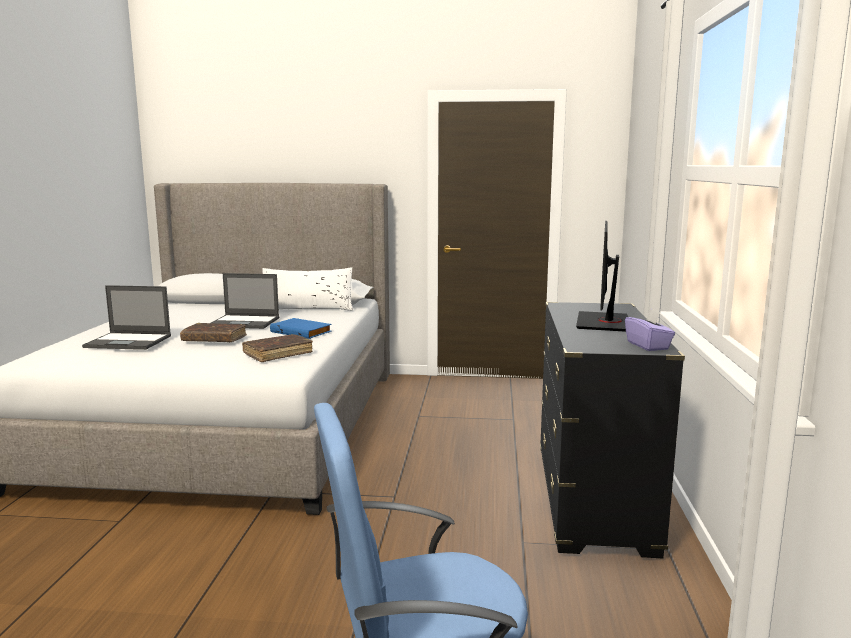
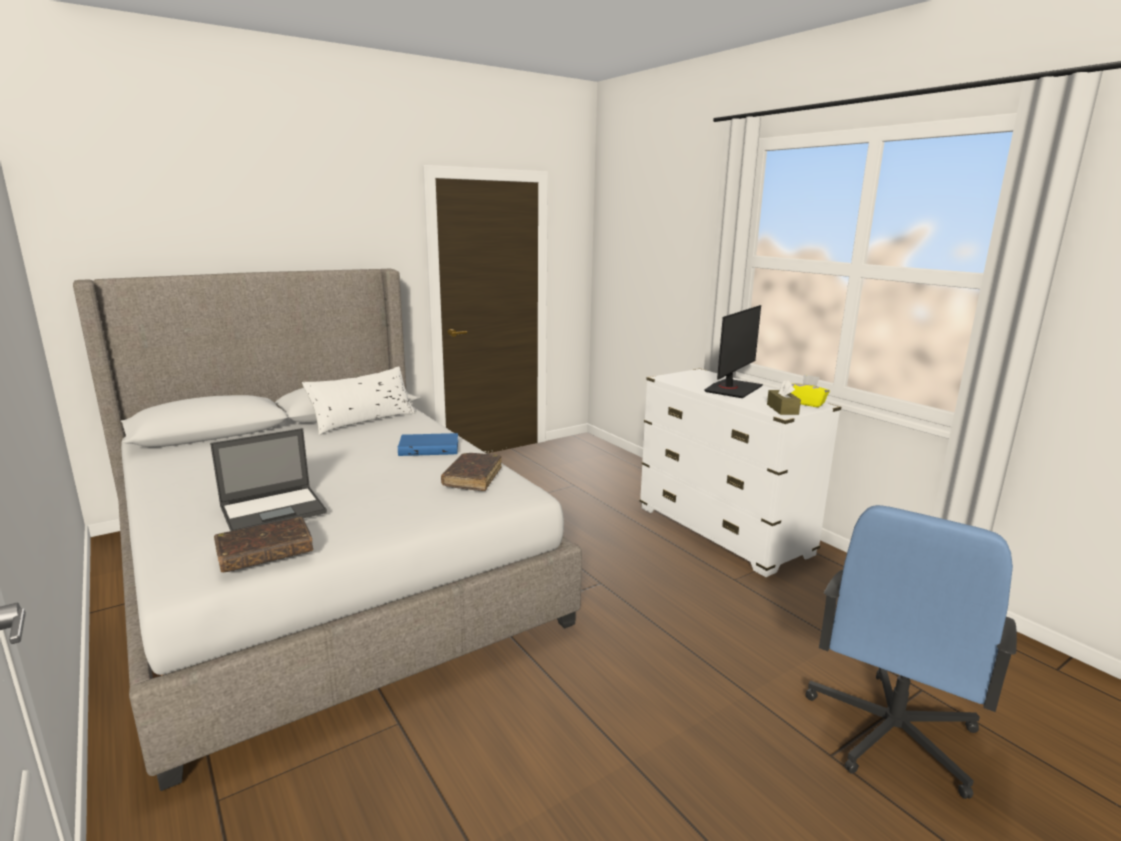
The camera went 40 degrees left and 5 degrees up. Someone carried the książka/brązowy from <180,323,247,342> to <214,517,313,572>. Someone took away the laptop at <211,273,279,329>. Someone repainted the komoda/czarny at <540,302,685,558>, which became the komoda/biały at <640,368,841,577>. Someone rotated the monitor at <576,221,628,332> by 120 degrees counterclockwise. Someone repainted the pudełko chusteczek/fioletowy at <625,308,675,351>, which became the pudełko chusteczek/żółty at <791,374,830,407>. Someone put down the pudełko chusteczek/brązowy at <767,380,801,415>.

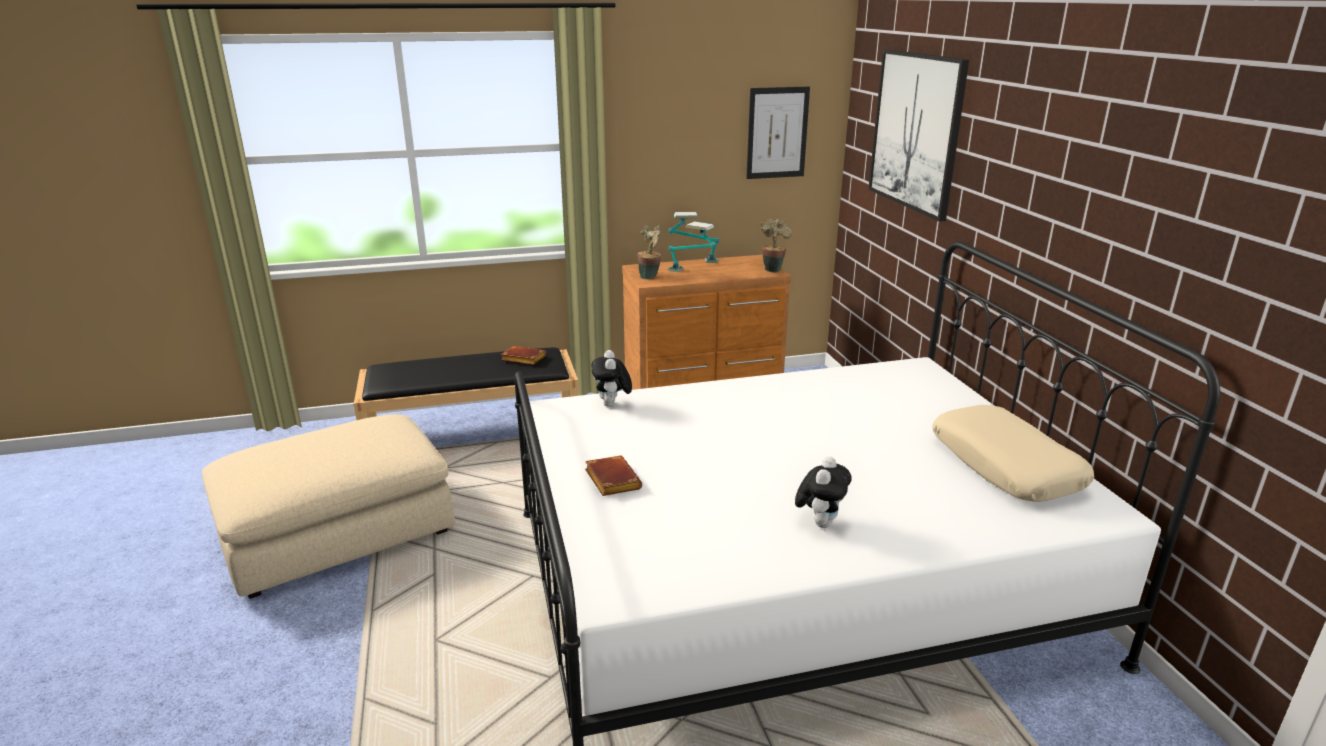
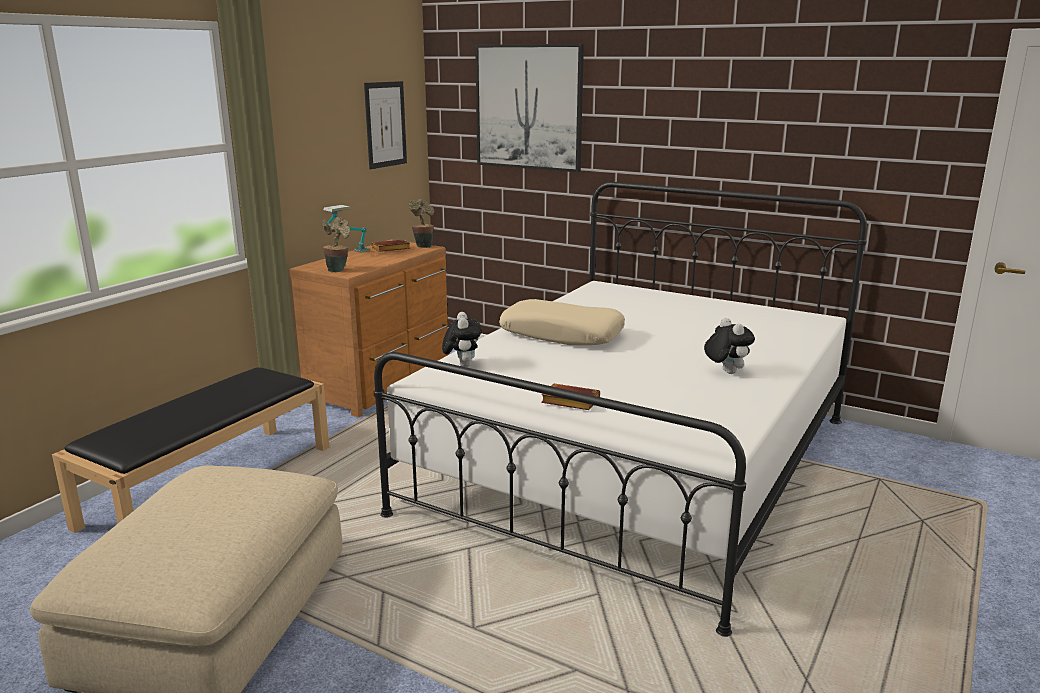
The camera went 45 degrees left and 5 degrees down. Someone carried the książka/brązowy from <501,346,546,365> to <372,240,410,252>. Someone rotated the pluszak at <591,350,632,407> by 135 degrees counterclockwise. Someone took away the lampa stołowa at <668,221,717,272>. Someone carried the poduszka/beżowy from <932,405,1094,502> to <499,299,625,345>.

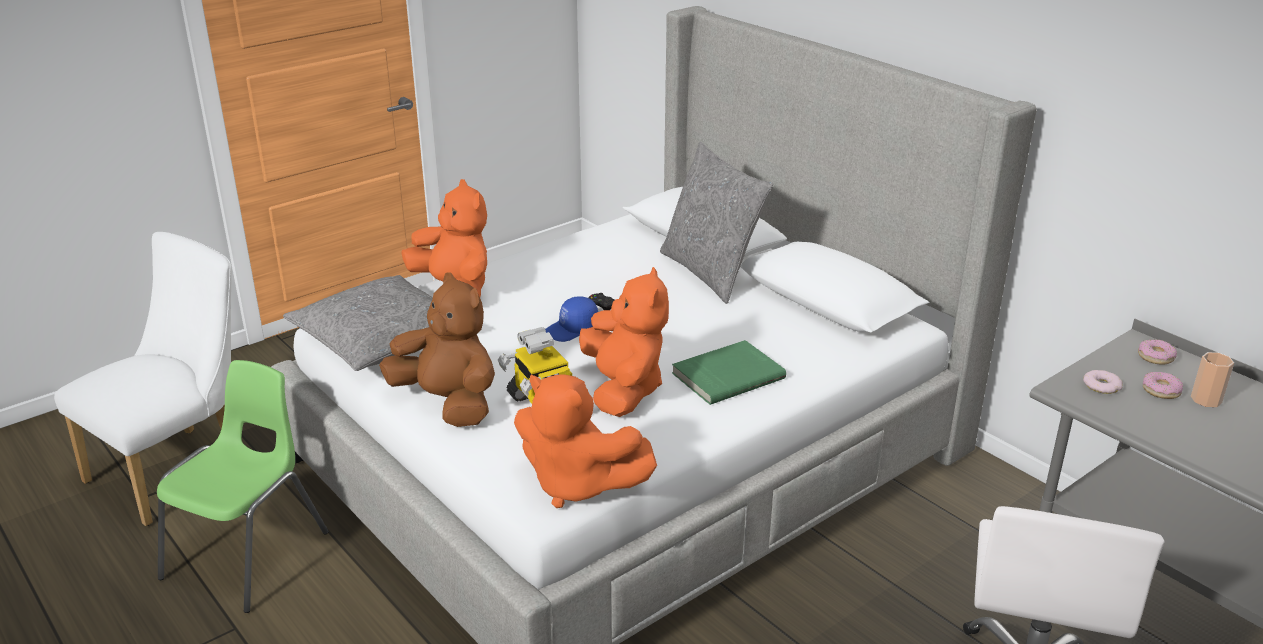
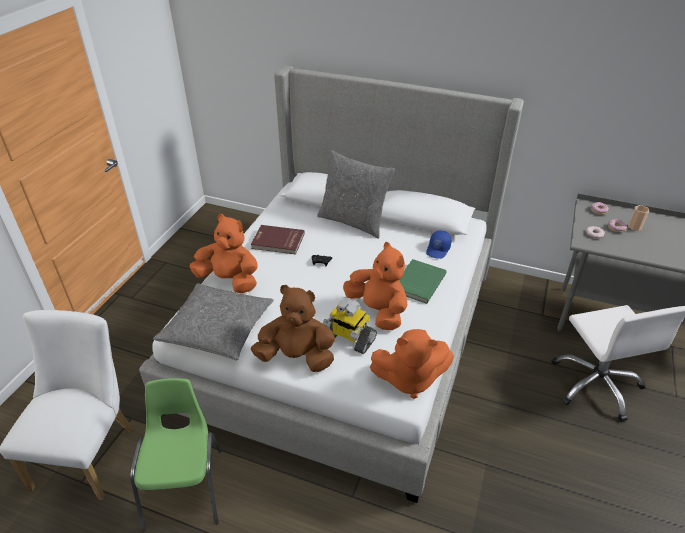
The camera went 30 degrees left and 10 degrees up. Someone carried the czapka z daszkiem/niebieski from <545,296,598,342> to <426,231,451,259>. Someone put down the książka/czerwony at <251,225,305,255>.

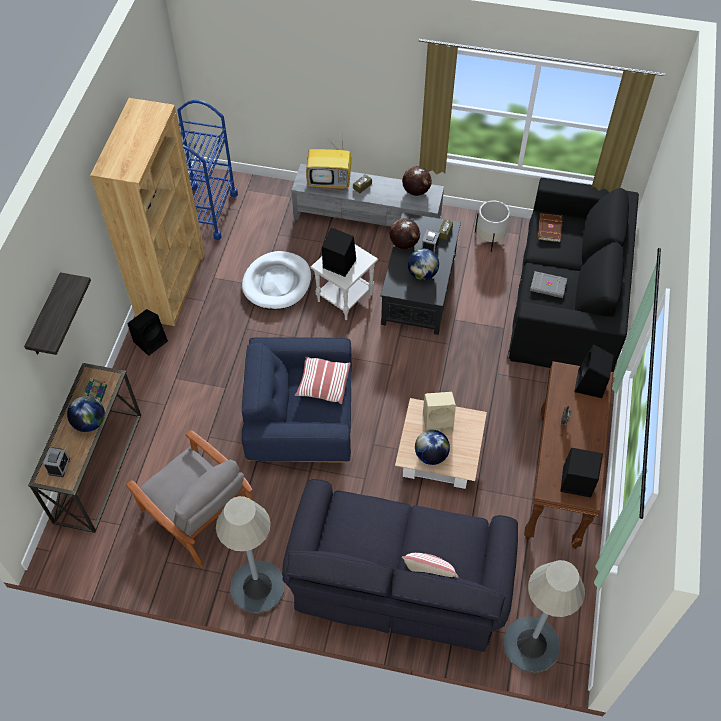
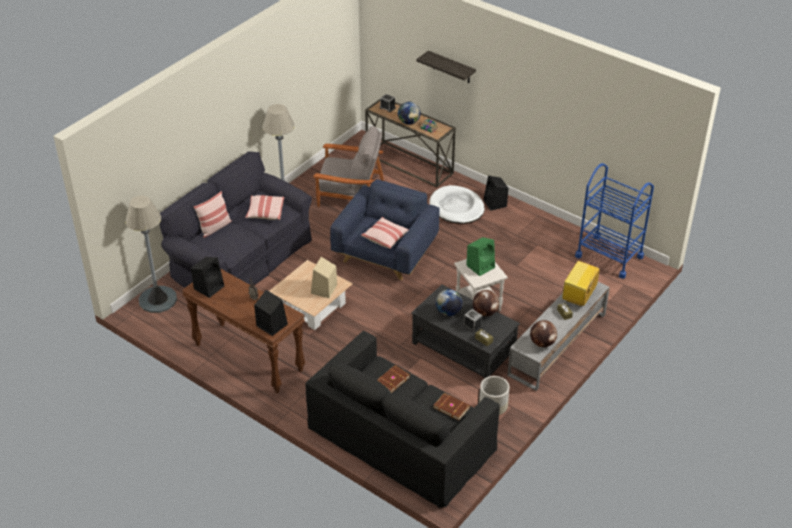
The camera went 115 degrees right and 15 degrees down. Someone took away the regał/brązowy at <90,98,205,326>. Someone rotated the fotel/szary at <126,430,253,568> by 150 degrees counterclockwise. Someone carried the legowisko/biały from <242,251,311,310> to <429,185,485,224>. Someone repainted the głośnik/czarny at <322,228,356,277>, which became the głośnik/zielony at <466,237,495,276>. Someone took away the globus at <415,430,450,465>. Someone repainted the książka/szary at <530,271,567,298>, which became the książka/brązowy at <377,365,410,393>. Someone put down the poduszka at <245,195,284,220>.

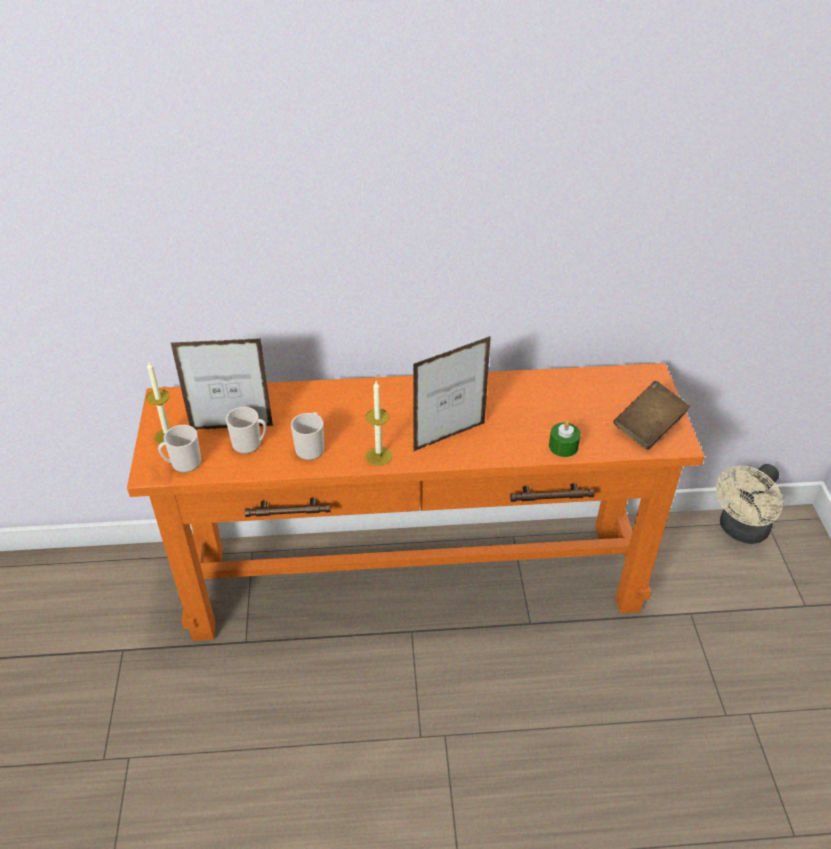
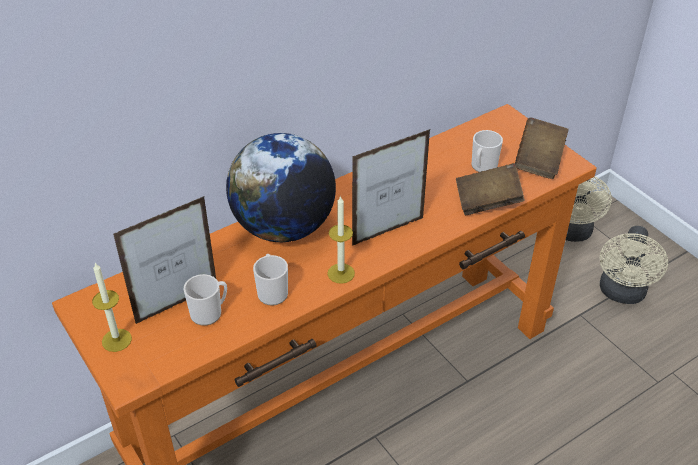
The camera went 30 degrees left and 0 degrees up. Someone carried the kubek from <158,425,201,473> to <471,130,503,172>. Someone rotated the ramka na zdjęcie at <413,336,491,451> by 150 degrees counterclockwise. Someone swapped the świeca/zielony at <549,420,581,457> for the książka/brązowy at <456,163,525,215>. Someone put down the globus at <226,133,336,242>. Someone put down the wentylator/beżowy at <600,226,668,304>.

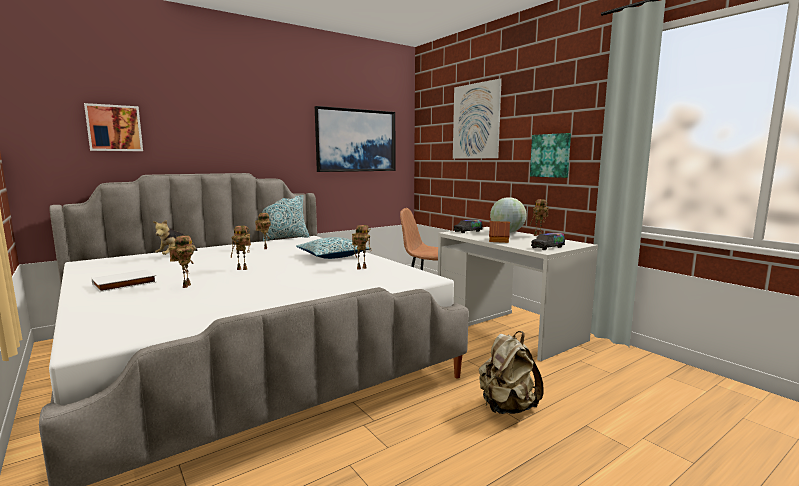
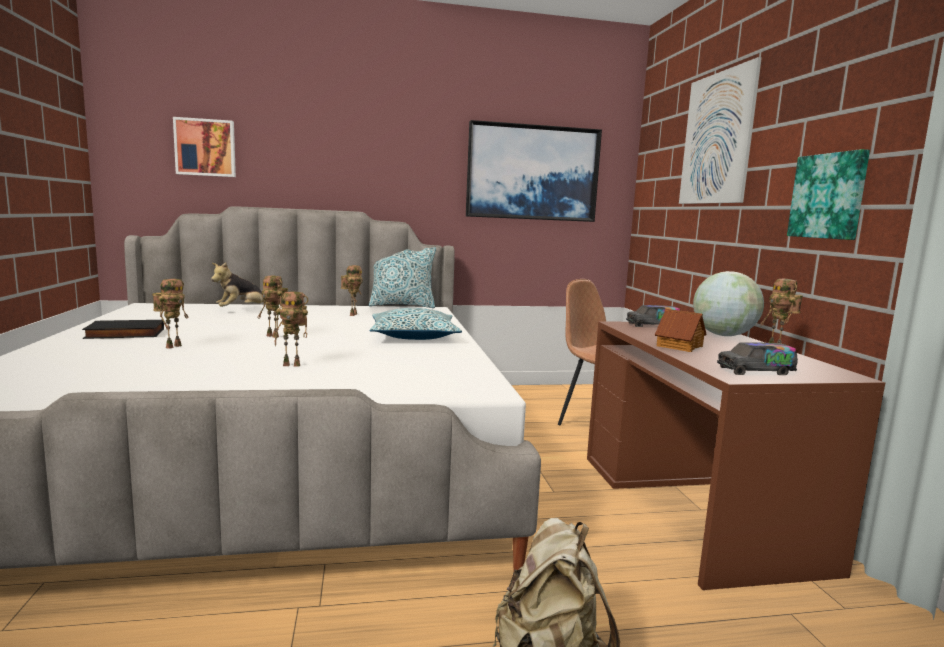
The camera went 25 degrees right and 0 degrees up. Someone repainted the książka/biały at <92,269,157,292>, which became the książka/czarny at <82,320,164,339>. Someone carried the robot zabawkowy from <352,225,372,270> to <275,292,308,367>. Someone repainted the biurko/biały at <438,227,598,361>, which became the biurko/brązowy at <587,321,885,590>.

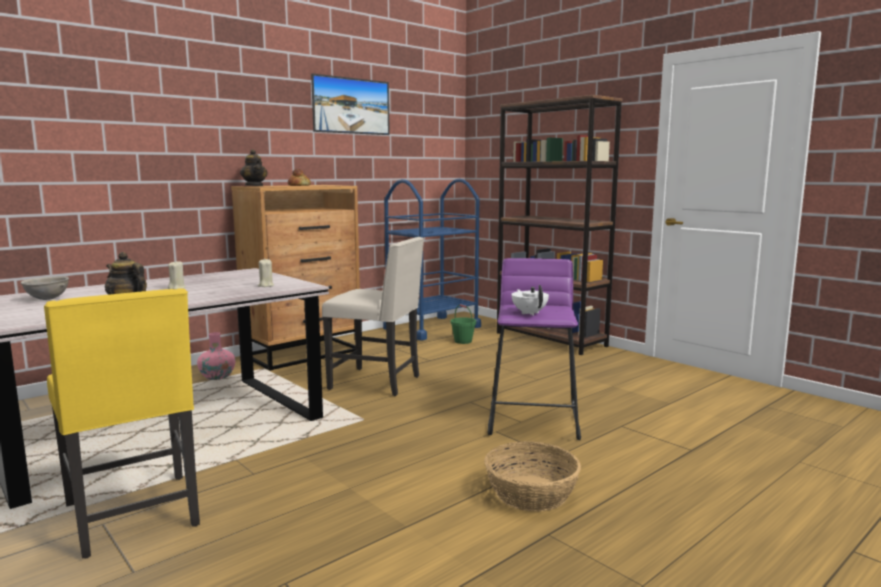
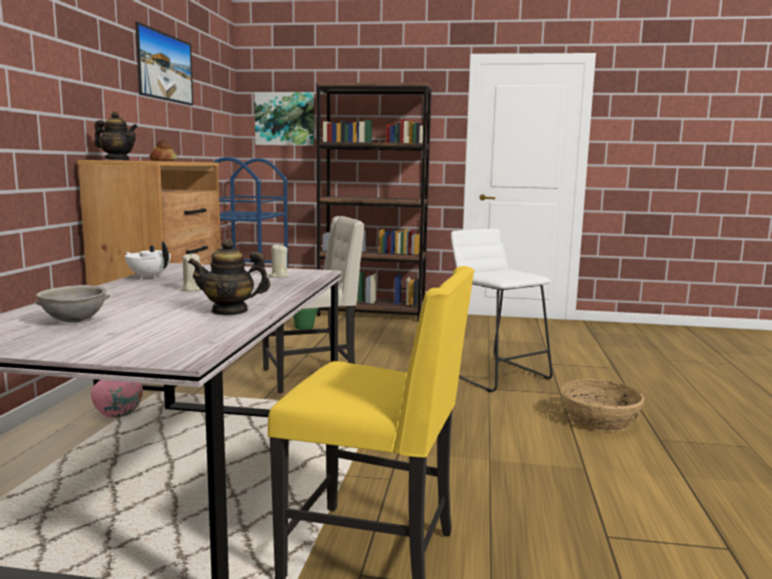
The camera went 40 degrees left and 0 degrees up. Someone repainted the stołek/fioletowy at <488,258,581,440>, which became the stołek/biały at <451,229,553,393>. Someone carried the imbryk/biały from <511,285,549,315> to <125,241,171,279>. Someone put up the obraz at <254,92,314,146>.

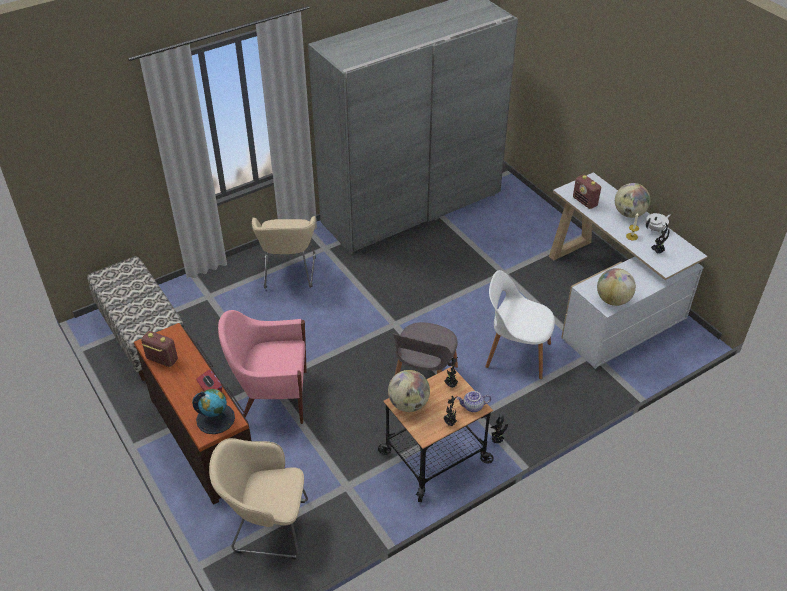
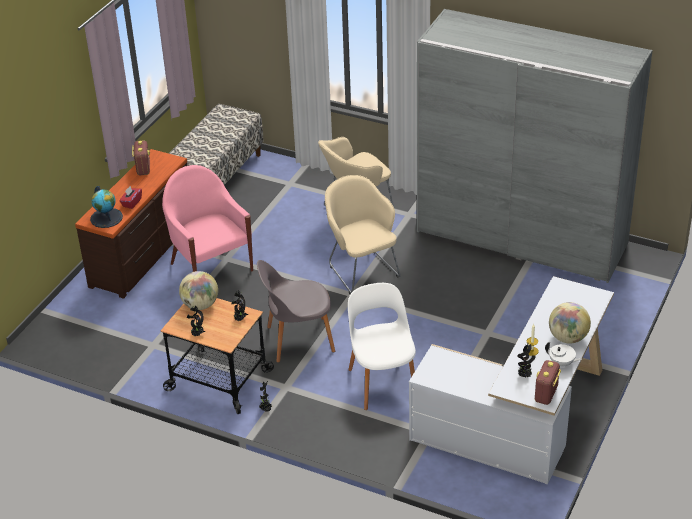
The camera went 60 degrees right and 5 degrees down. Someone carried the fotel/beżowy from <209,438,308,559> to <325,175,401,294>. Someone took away the imbryk at <456,391,491,412>. Someone carried the radio from <573,175,602,209> to <535,360,561,405>. Someone took away the globus at <597,268,636,306>.

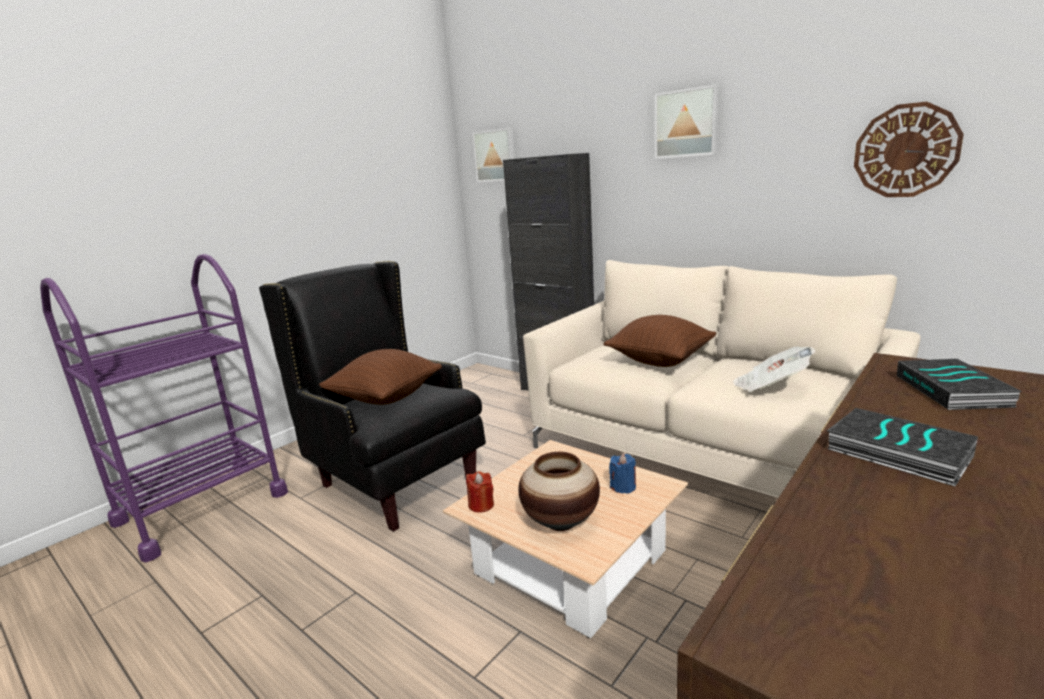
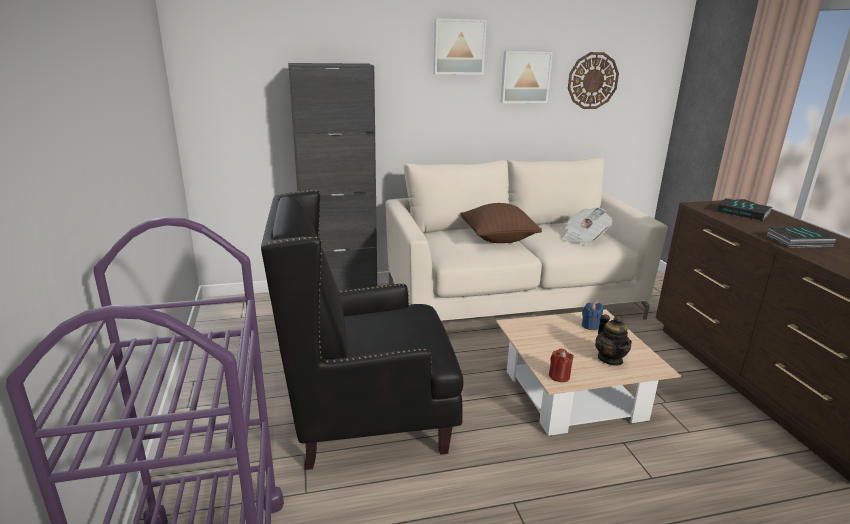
The camera went 55 degrees left and 5 degrees up. Someone took away the poduszka/brązowy at <319,349,442,405>. Someone carried the obraz from <473,128,515,182> to <500,51,553,103>. Someone swapped the wazon at <518,452,600,531> for the imbryk at <595,315,632,366>.

